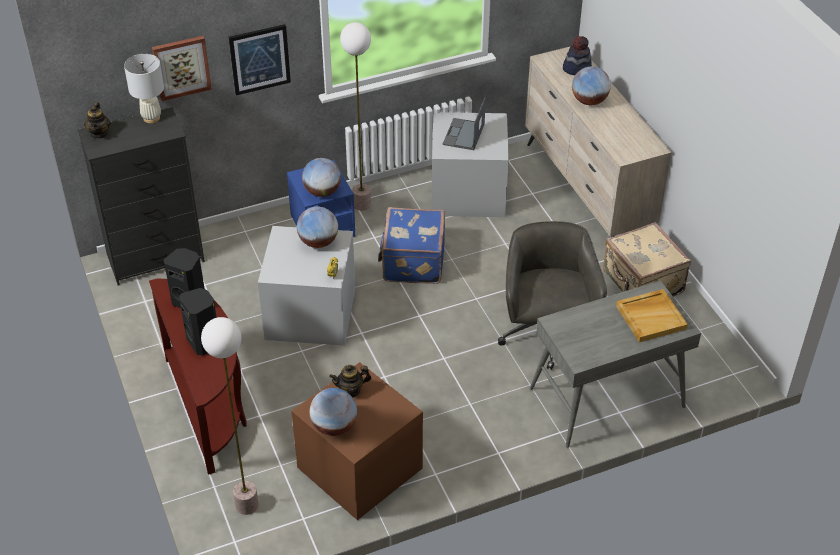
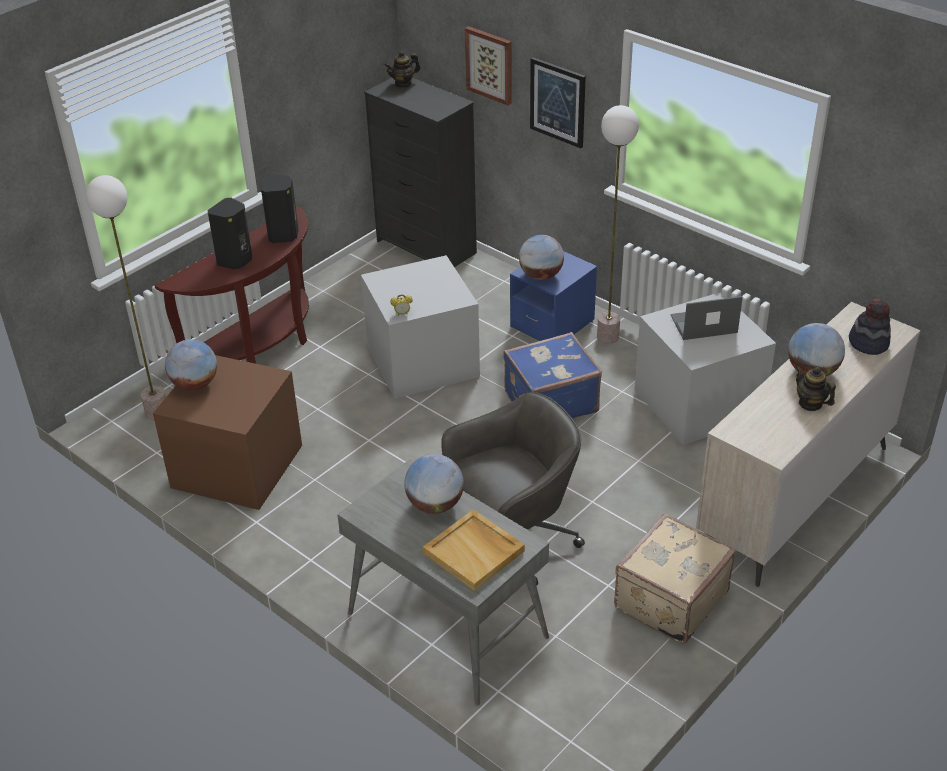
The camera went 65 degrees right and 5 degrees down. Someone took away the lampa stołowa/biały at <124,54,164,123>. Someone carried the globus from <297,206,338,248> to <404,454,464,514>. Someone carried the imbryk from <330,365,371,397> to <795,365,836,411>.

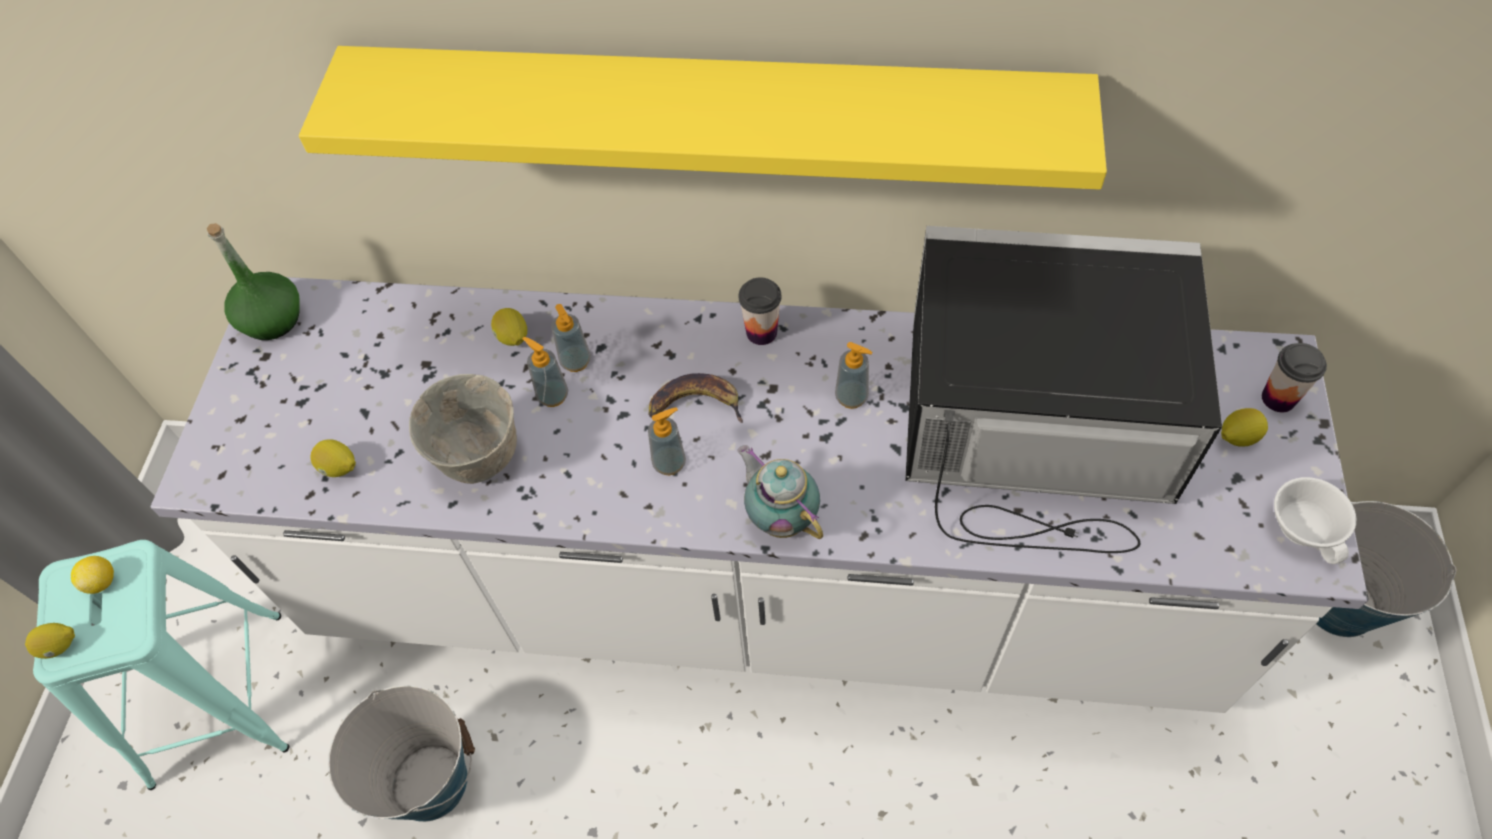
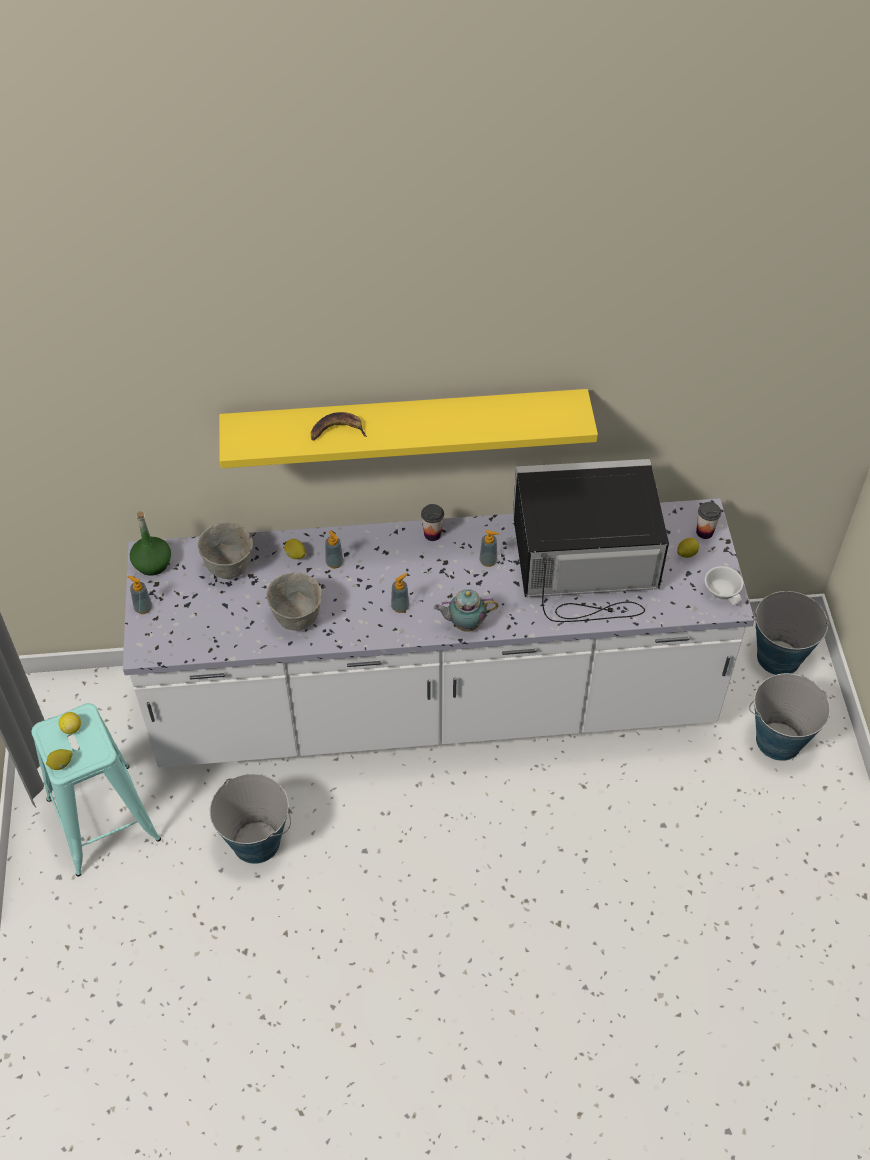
The camera went 15 degrees left and 5 degrees down. Someone took away the cytryna at <310,439,356,477>. Someone carried the dozownik mydła from <522,337,568,407> to <127,576,152,614>. Someone carried the banan from <648,373,743,423> to <311,412,367,440>. Someone rotated the imbryk at <737,445,823,539> by 45 degrees counterclockwise. Someone put down the miska/szary at <197,522,253,579>. Someone put down the wiadro at <749,673,830,761>.

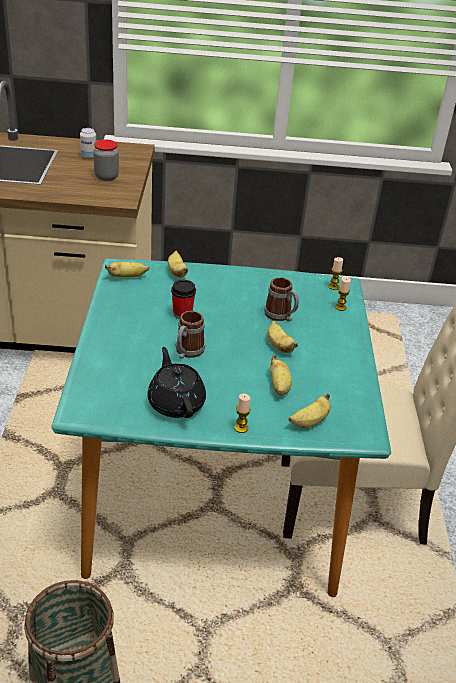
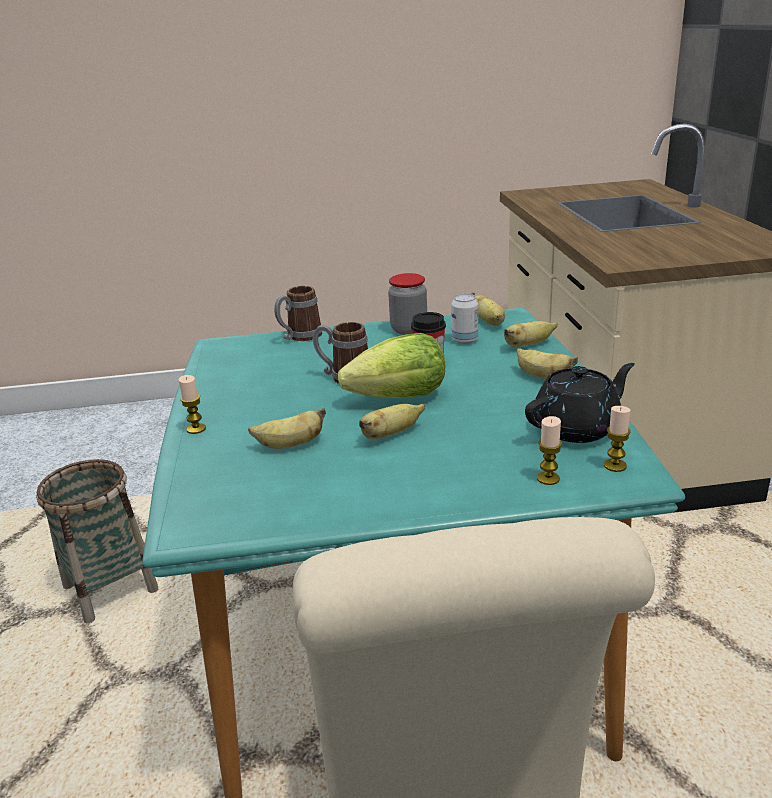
The camera went 85 degrees right and 10 degrees down. Someone carried the puszka from <80,128,96,159> to <451,294,478,344>. Someone carried the słoik from <93,139,119,181> to <388,273,427,335>. Someone carried the imbryk/czarny from <148,347,206,418> to <525,363,635,443>. Someone carried the kubek from <264,277,299,322> to <274,286,322,341>. Someone carried the banan from <289,393,331,428> to <517,348,578,379>. Someone put down the sałata at <338,333,445,398>.

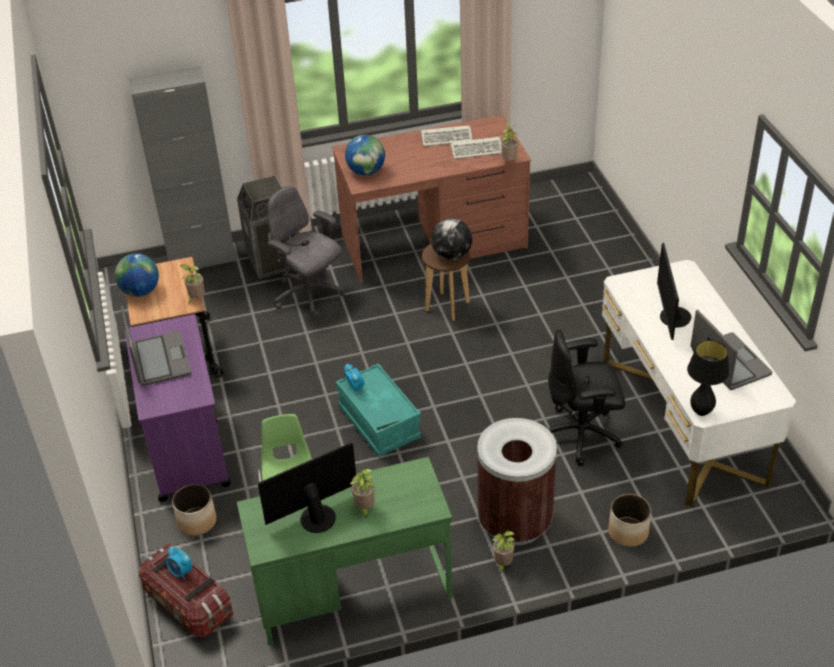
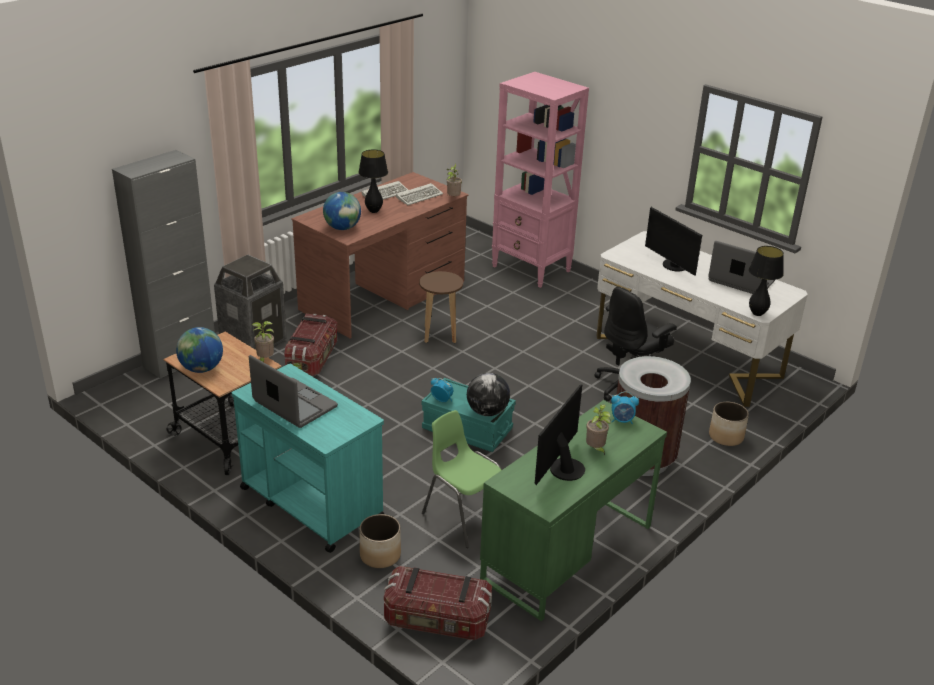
The camera went 35 degrees left and 10 degrees down. Someone repainted the wózek/fioletowy at <125,314,231,502>, which became the wózek/turkusowy at <232,364,384,553>. Someone carried the budzik from <166,546,193,580> to <611,391,639,424>. Someone swapped the krzesło biurowe/szary at <268,186,345,318> for the pojemnik do przechowywania at <284,314,338,376>. Someone carried the globus from <431,218,472,260> to <467,373,510,416>. Someone took away the roślina doniczkowa at <492,531,515,574>. Someone put down the lampa stołowa/czarny at <358,149,388,213>. Someone put down the regał/różowy at <492,72,589,288>.

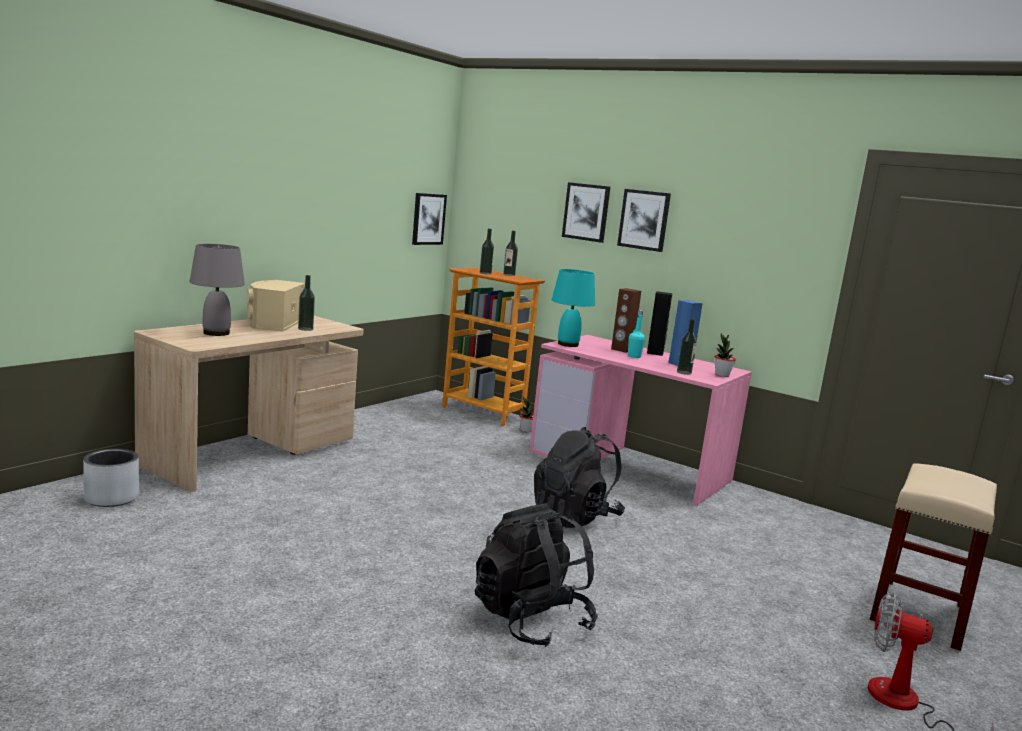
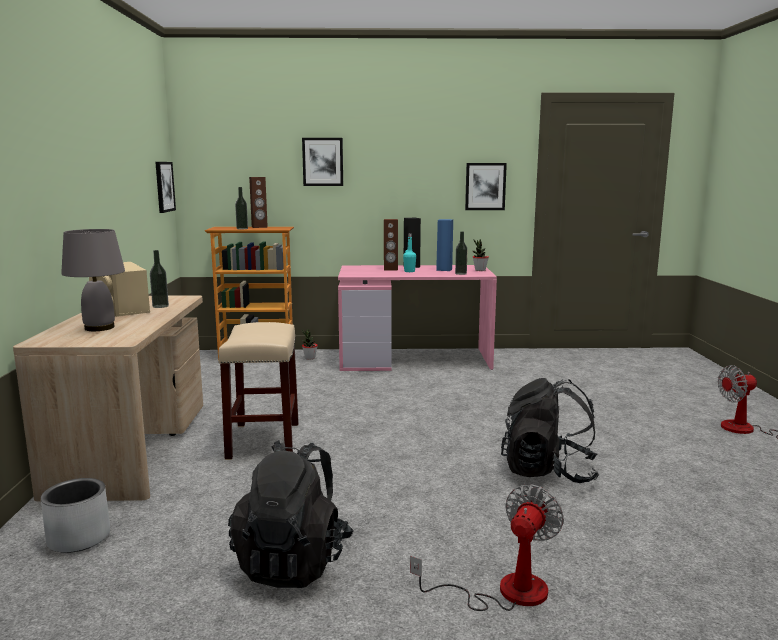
The camera went 35 degrees left and 0 degrees up. Someone swapped the butelka at <503,231,518,276> for the głośnik/brązowy at <249,177,268,228>. Someone carried the plecak/czarny from <534,427,625,528> to <228,440,353,588>. Someone took away the lampa stołowa/turkusowy at <552,269,595,347>. Someone carried the obraz from <617,189,671,252> to <465,163,507,210>. Someone carried the stołek/beżowy from <869,463,997,652> to <218,322,299,460>. Someone put down the wentylator at <410,484,564,611>.

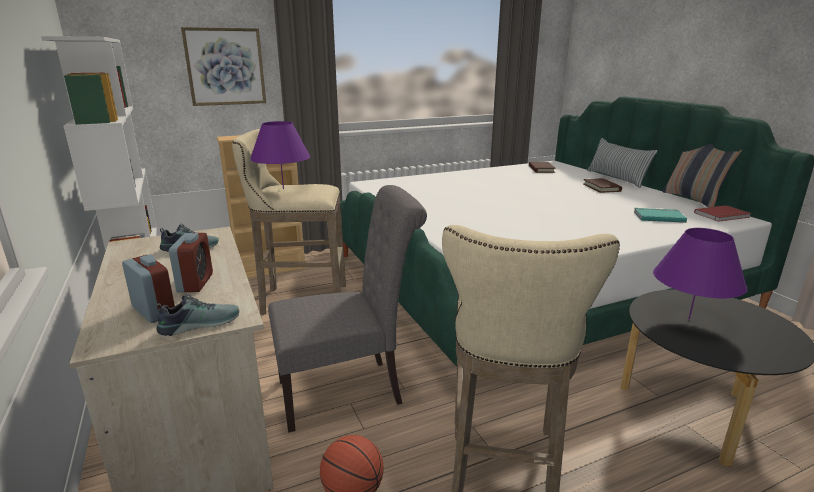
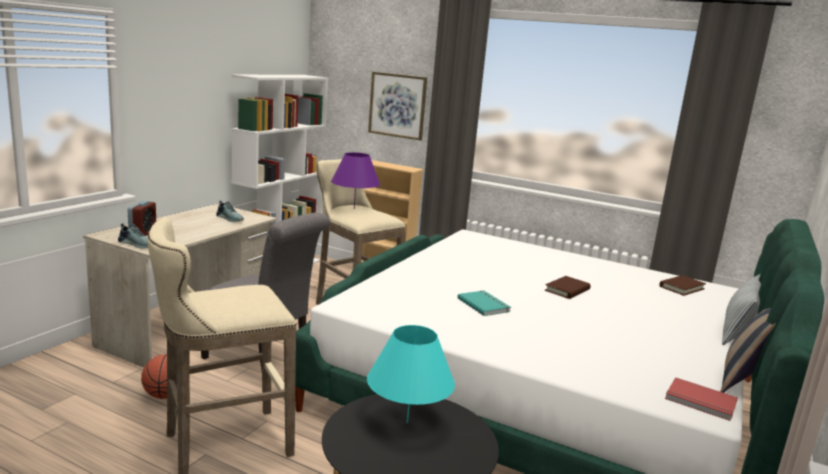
The camera went 50 degrees right and 5 degrees down. Someone took away the budzik at <169,233,213,293>. Someone carried the książka/brązowy from <583,178,622,193> to <545,276,591,299>. Someone carried the książka/turkusowy from <634,208,687,223> to <457,290,511,316>. Someone repainted the lampa stołowa/fioletowy at <653,228,747,319>, which became the lampa stołowa/turkusowy at <367,325,455,423>.

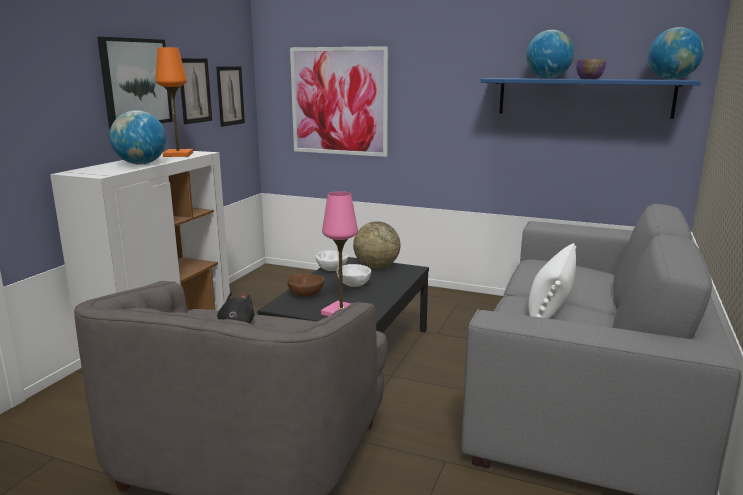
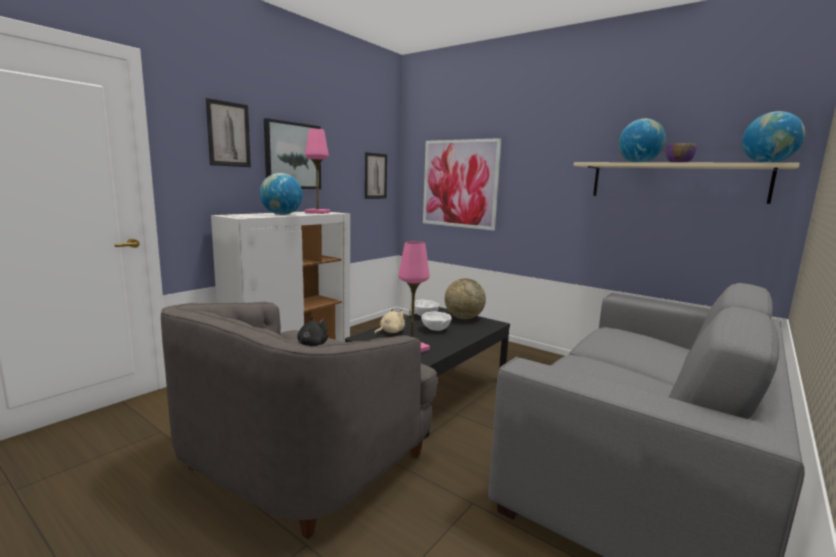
The camera went 15 degrees right and 5 degrees down. Someone repainted the lampa stołowa/pomarańczowy at <155,47,193,157>, which became the lampa stołowa/różowy at <305,129,330,214>. Someone carried the obraz from <180,58,212,124> to <206,98,251,167>. Someone swapped the miska/brązowy at <287,274,324,297> for the pluszak/beżowy at <374,308,405,334>. Someone repainted the półka/niebieski at <480,78,701,119>, which became the półka/beżowy at <574,162,800,204>. Someone took away the poduszka/biały at <528,243,576,319>.

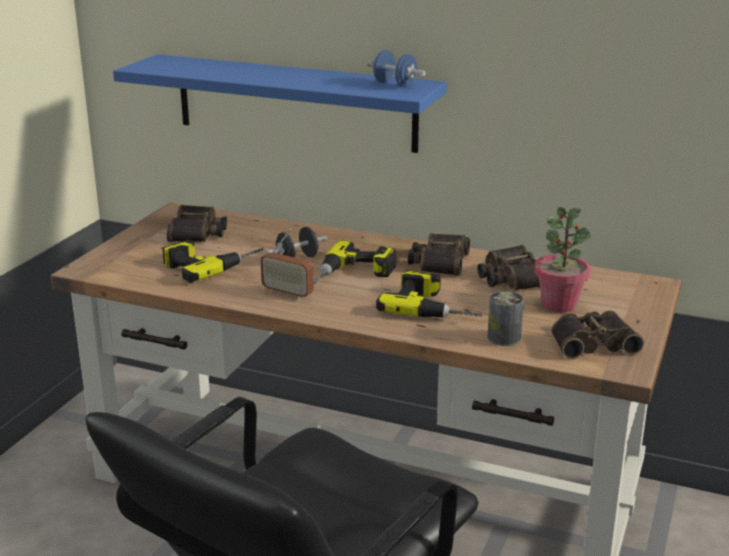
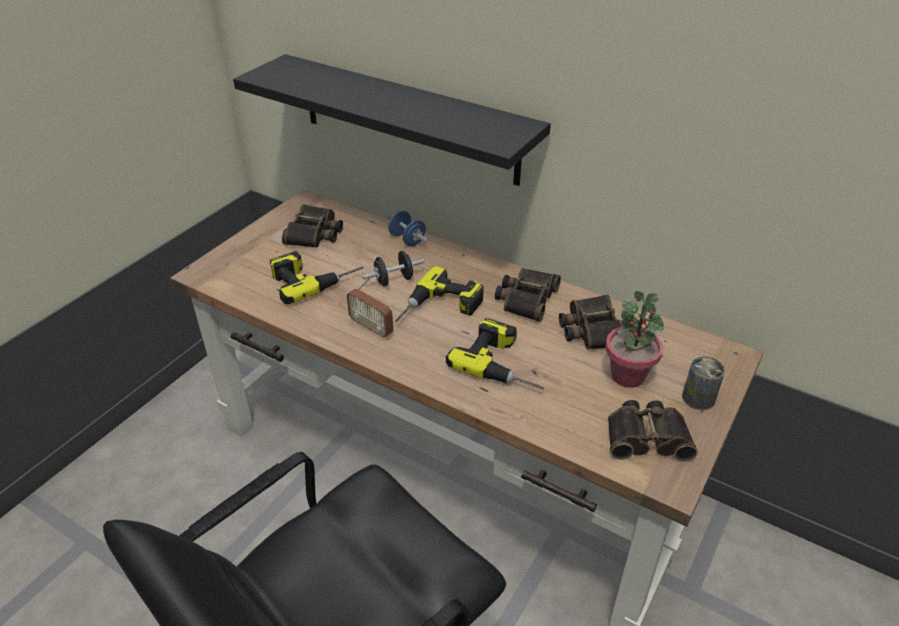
The camera went 10 degrees right and 15 degrees up. Someone repainted the półka/niebieski at <113,54,447,153>, which became the półka/czarny at <233,54,551,186>. Someone carried the hantel/niebieski from <367,50,426,87> to <387,210,428,246>. Someone carried the puszka from <488,291,524,346> to <682,356,725,410>.

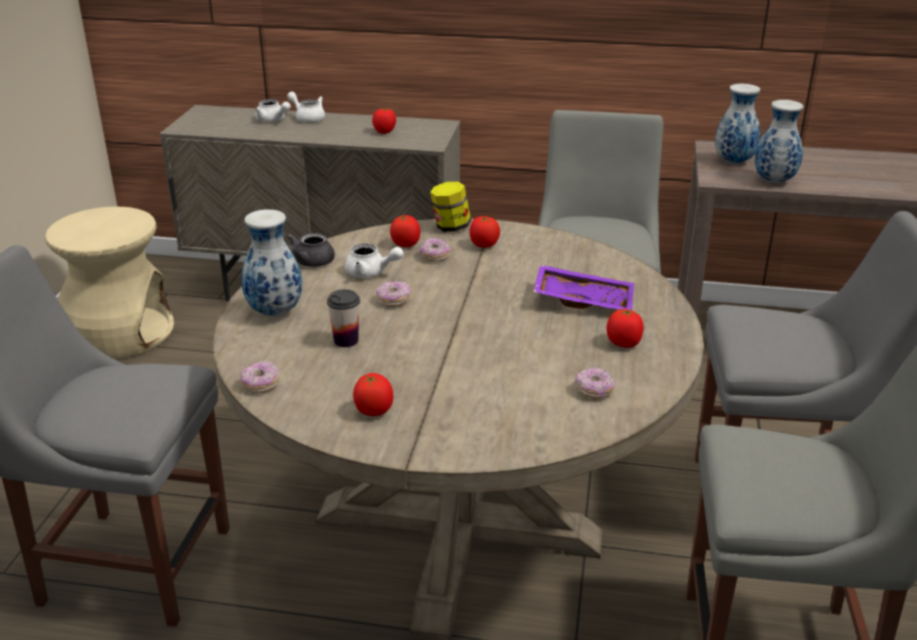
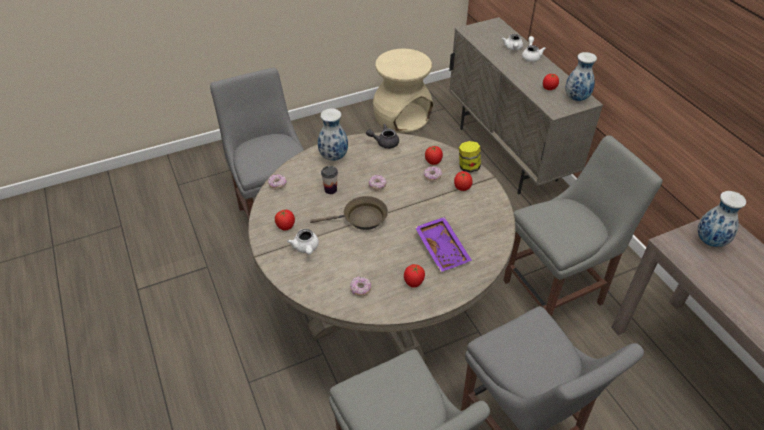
The camera went 55 degrees right and 15 degrees up. Someone carried the imbryk/biały from <345,243,404,278> to <287,229,319,255>. Someone carried the wazon from <755,100,803,184> to <565,52,597,101>. Someone put down the patelnia/brązowy at <310,196,388,230>.

